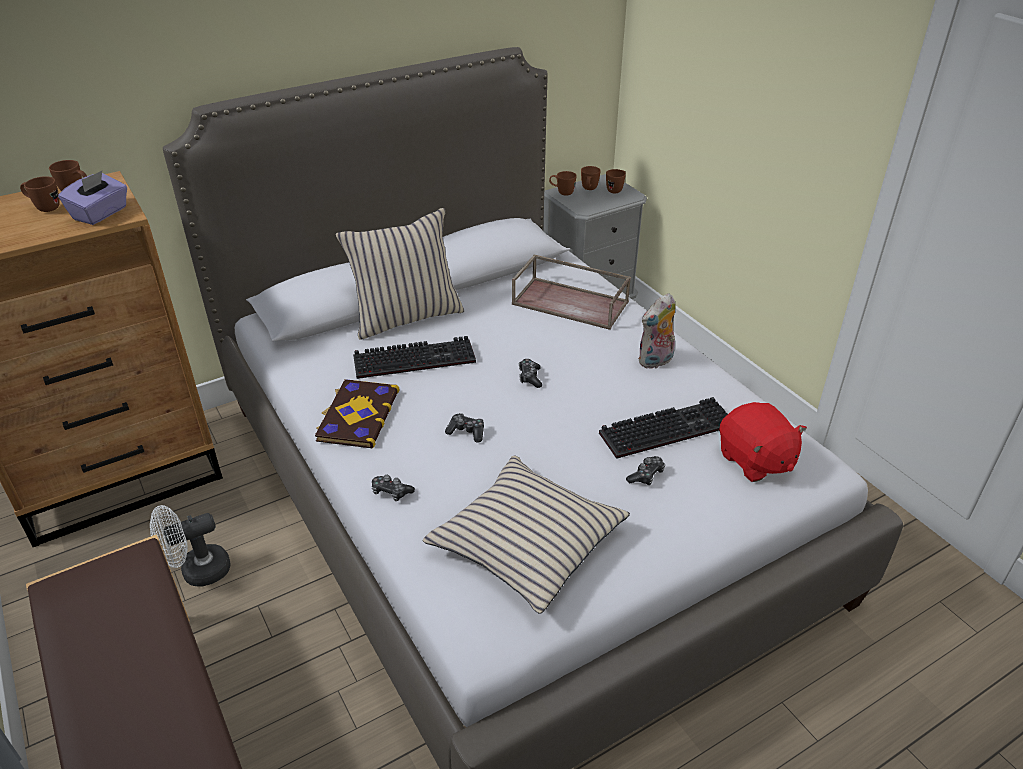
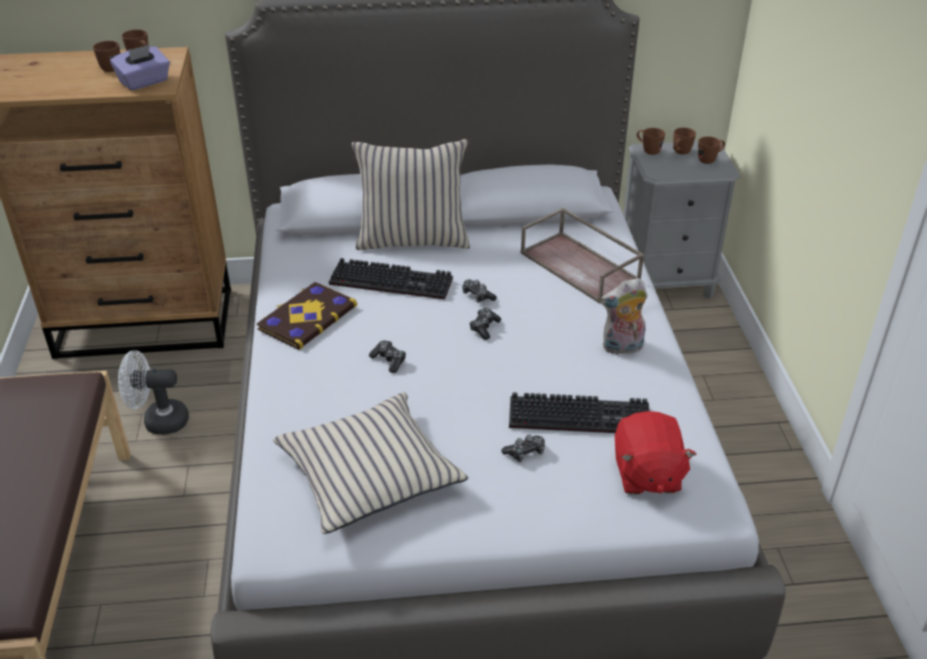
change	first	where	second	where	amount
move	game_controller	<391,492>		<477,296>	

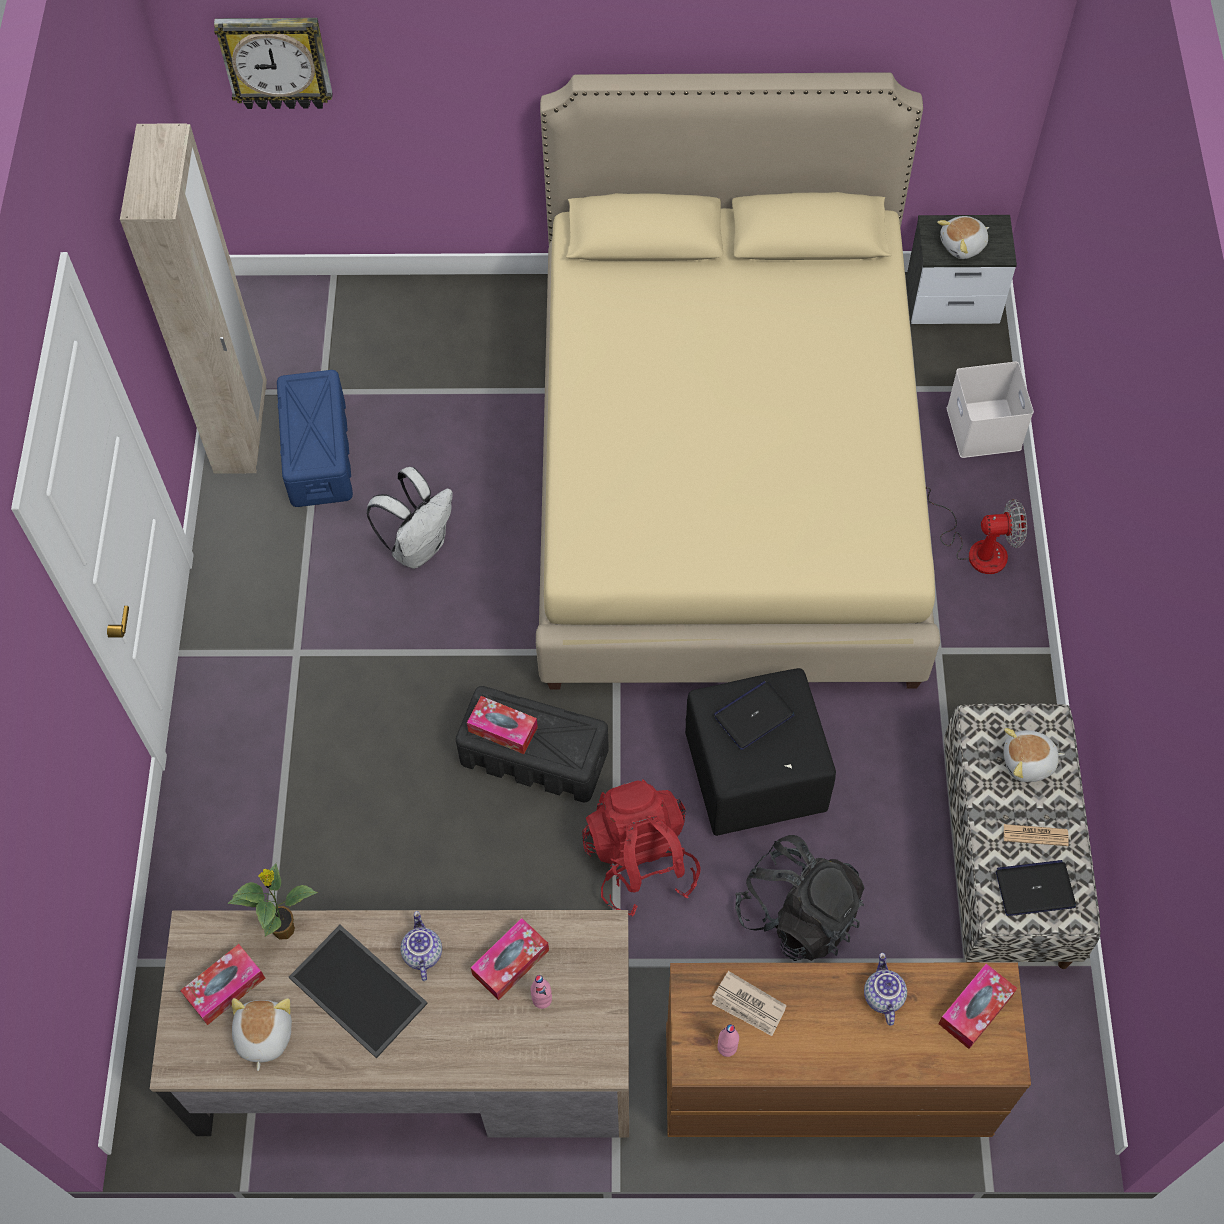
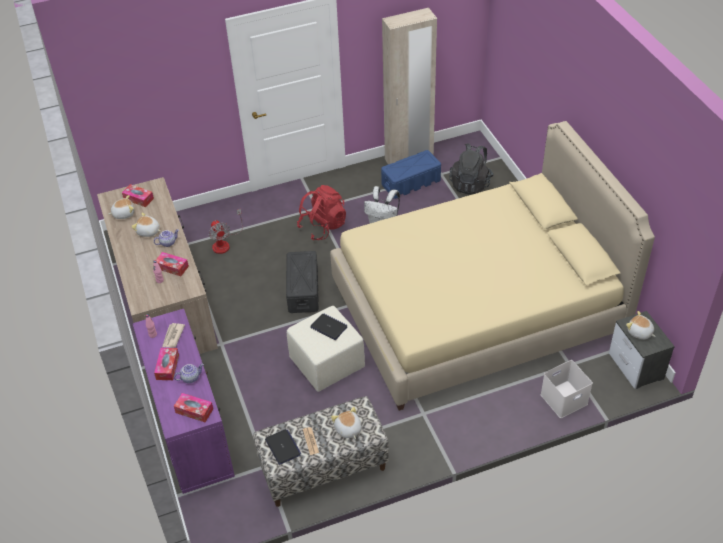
change	first	where	second	where	amount
delete	wall_clock	<276,61>			
delete	potted_plant	<285,928>			
replace	tray	<360,990>	plush_toy	<148,231>	
move	tissue_box	<503,729>		<167,367>	
move	red_backpack	<640,861>		<323,226>	
recolor	brown_dresser	<823,1082>	purple_dresser	<191,427>	
recolor	black_ottoman	<756,775>	beige_ottoman	<326,364>	
move	black_backpack	<798,913>		<470,184>	
move	fan	<976,548>		<224,243>	

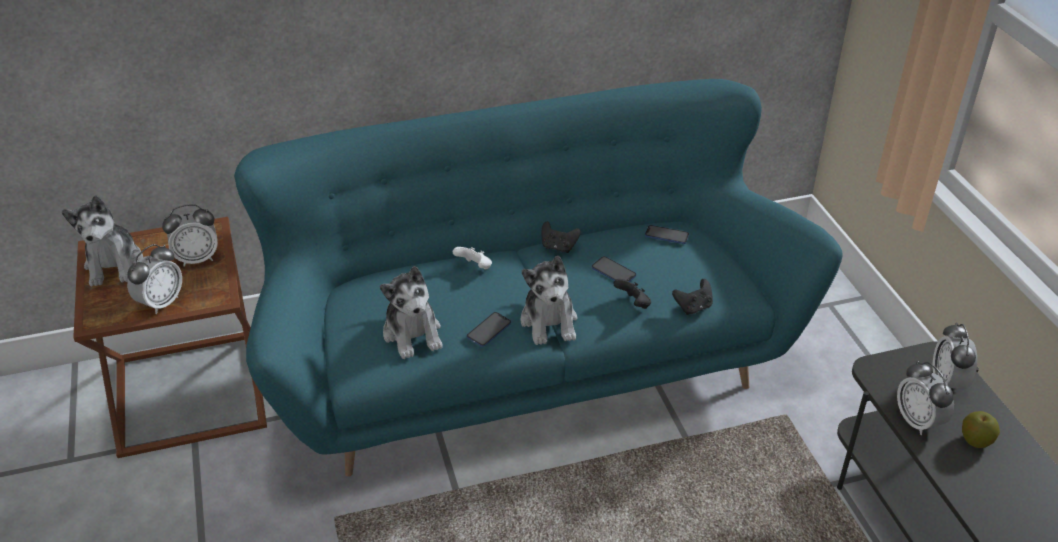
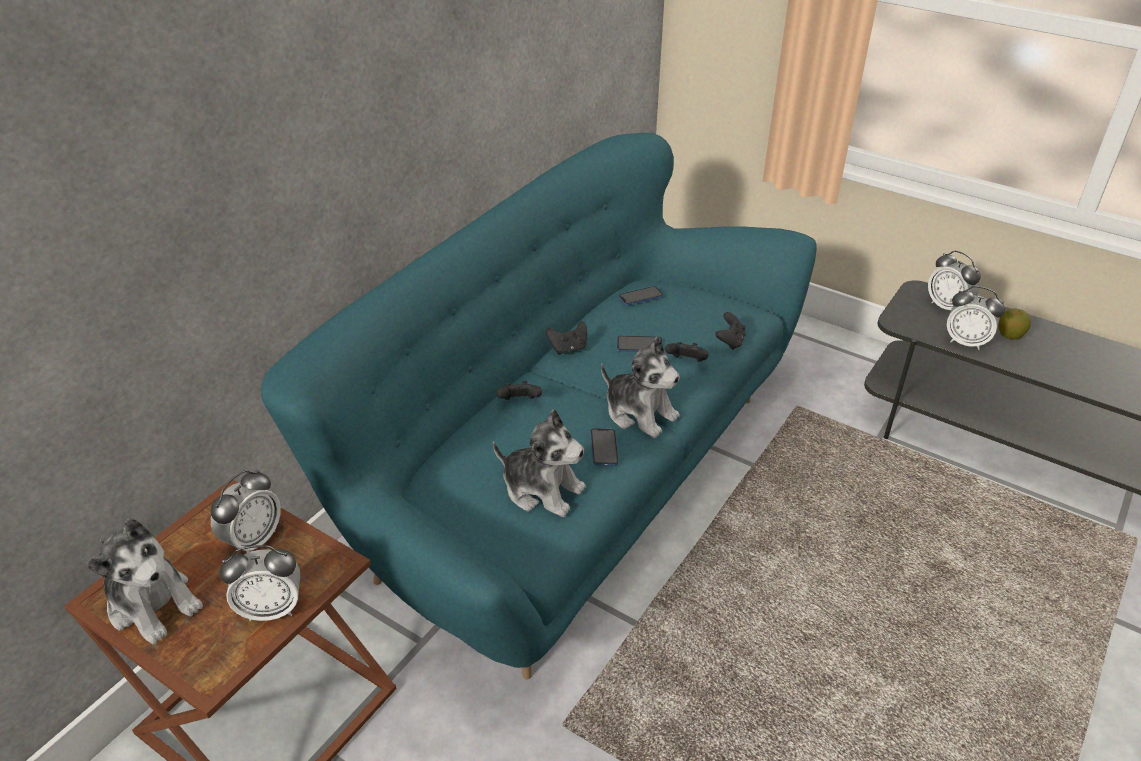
change	first	where	second	where	amount
rotate	alarm_clock	<161,303>		<271,609>	90 degrees clockwise
recolor	white_game_controller	<474,267>	black_game_controller	<519,402>	

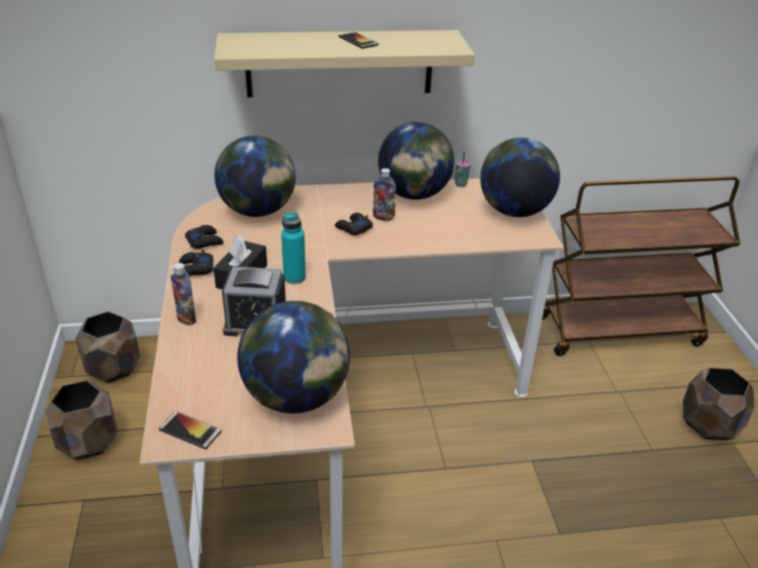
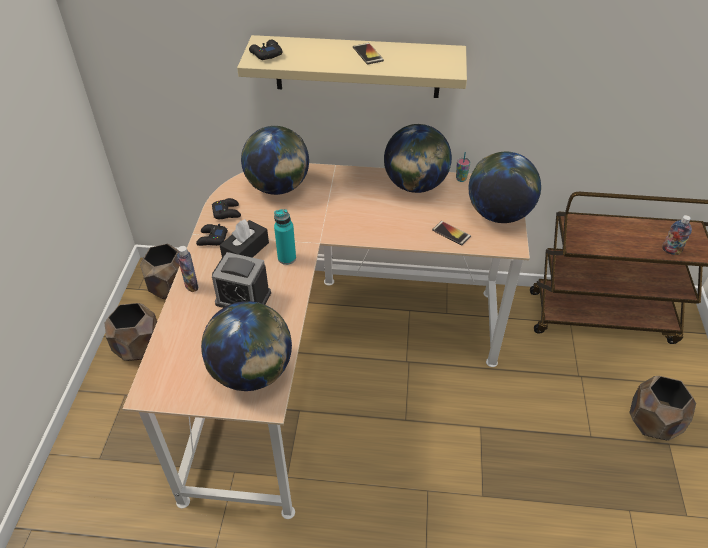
change	first	where	second	where	amount
move	phone	<190,430>		<451,233>	
move	black_game_controller	<353,228>		<266,54>	
move	bottle	<383,217>		<671,251>	

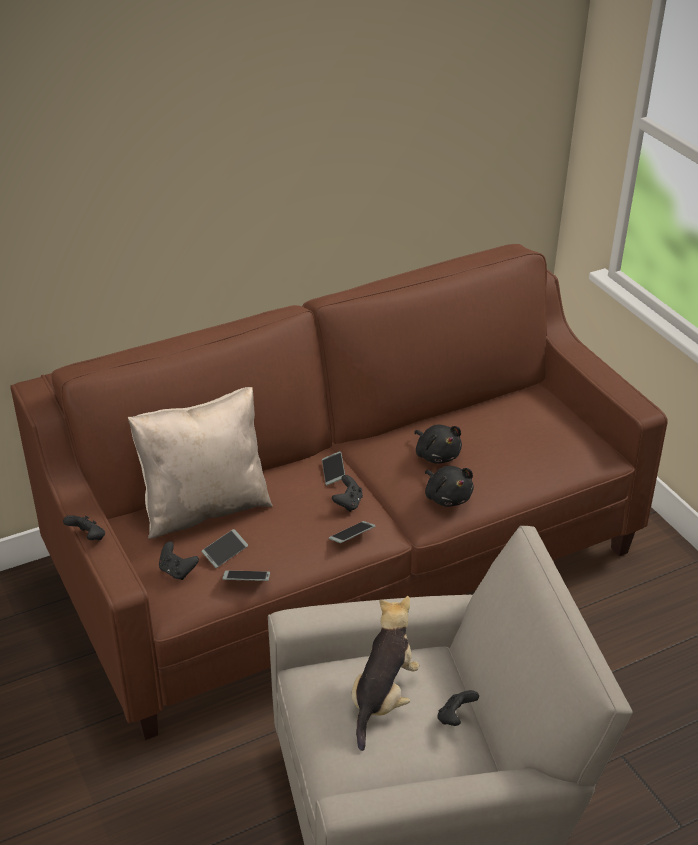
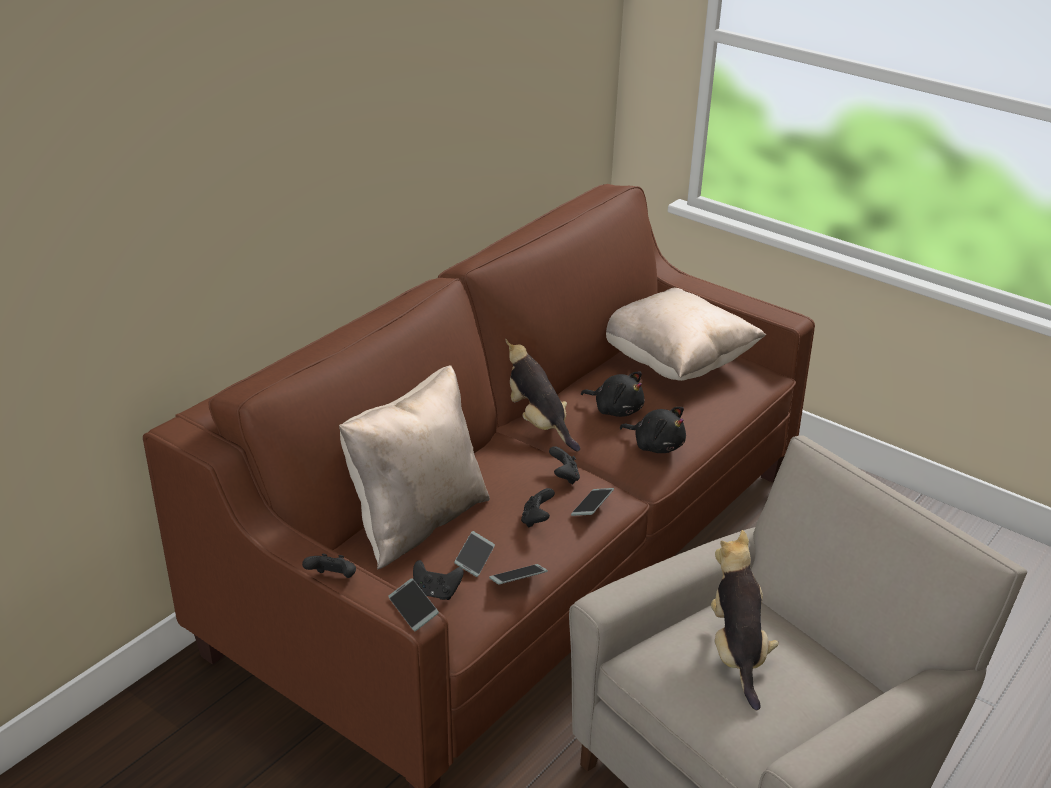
change	first	where	second	where	amount
move	phone	<333,472>		<413,609>	
move	black_game_controller	<455,717>		<536,520>	
insert			plush_toy	<536,423>	
insert			beige_pillow	<673,362>	

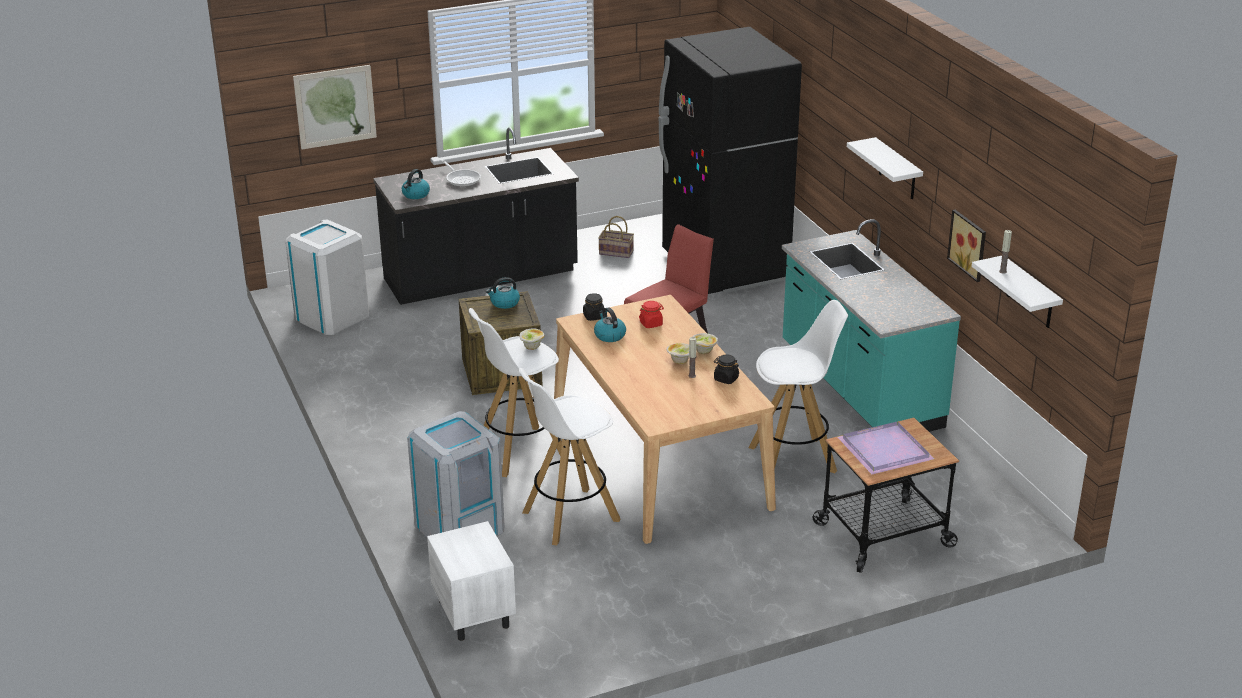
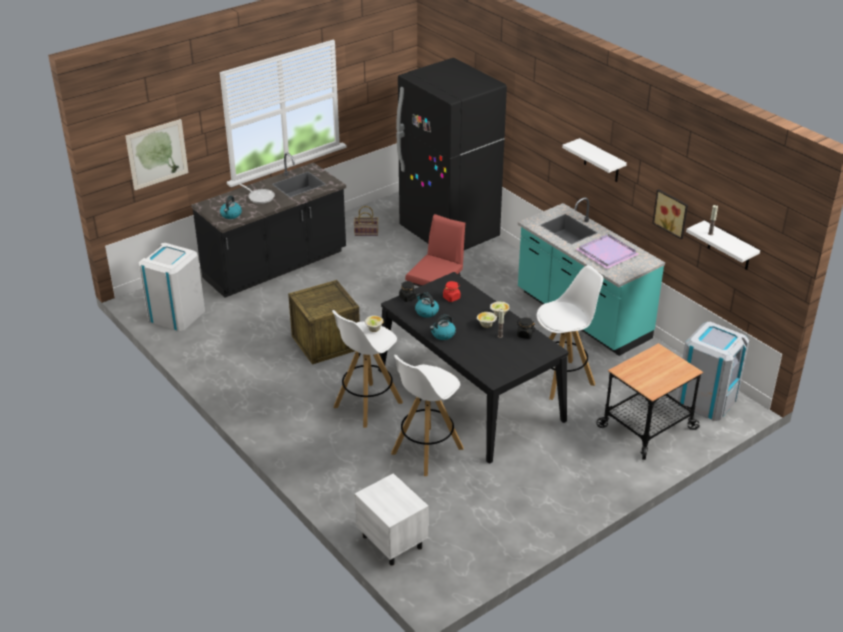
change	first	where	second	where	amount
move	grey_trash_can	<459,526>		<706,400>	
move	kettle	<504,303>		<442,334>	
recolor	beige_dining_table	<659,459>	black_dining_table	<470,394>	
move	purple_tray	<887,451>		<608,253>	

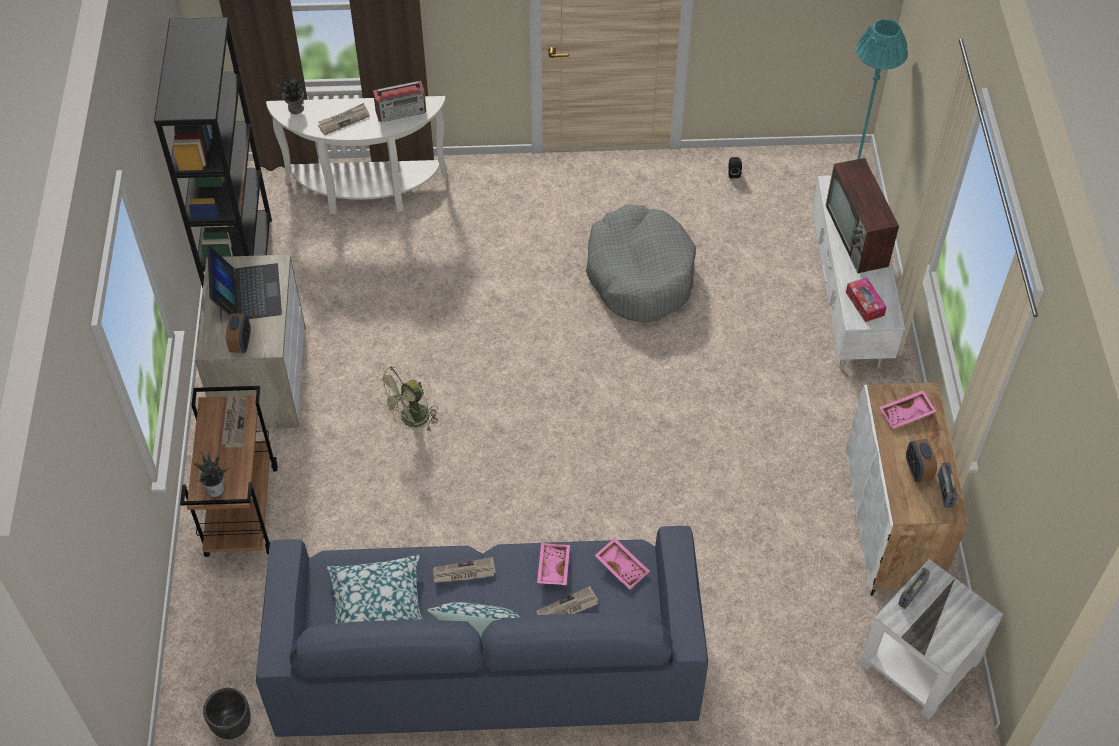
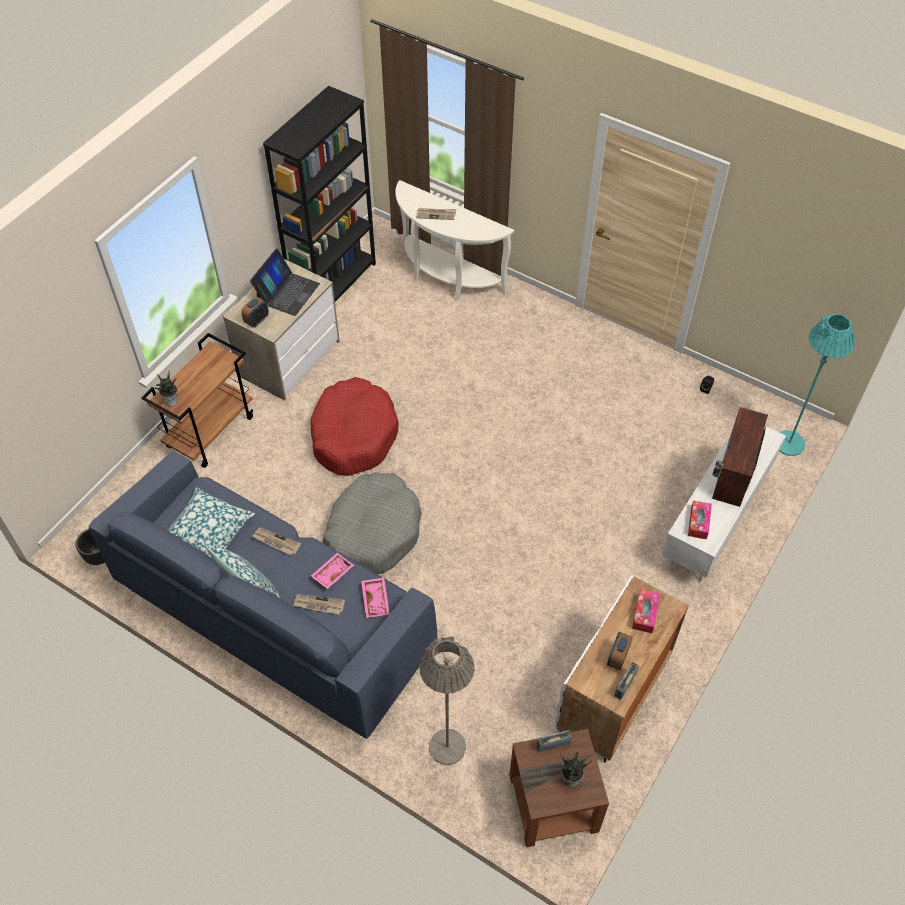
change	first	where	second	where	amount
delete	newspaper	<234,422>			
move	potted_plant	<295,108>		<570,779>	
delete	radio	<401,111>			
replace	green_fan	<411,421>	red_dog_bed	<353,435>	
move	grey_dog_bed	<640,274>		<373,532>	
recolor	white_side_table	<920,664>	brown_side_table	<552,804>	
replace	pink_tray	<907,414>	tissue_box	<645,614>	
insert			grey_floor_lamp	<447,747>	

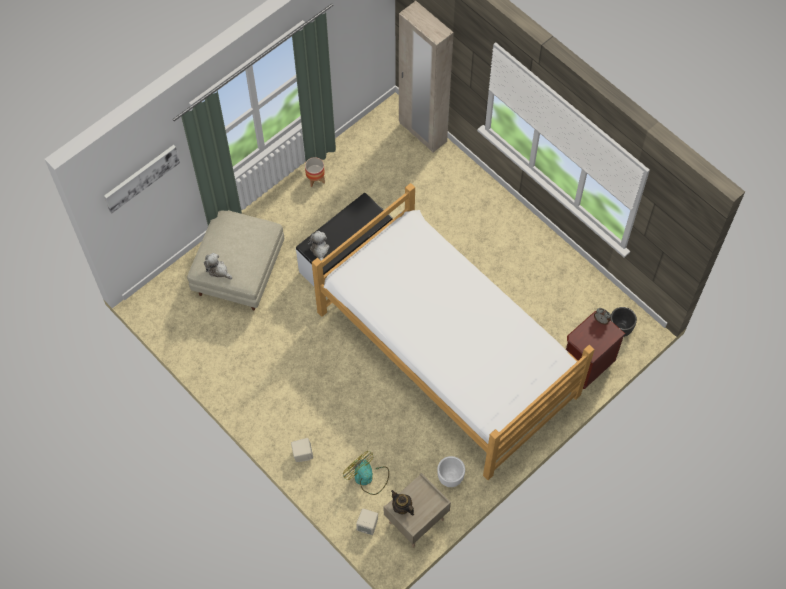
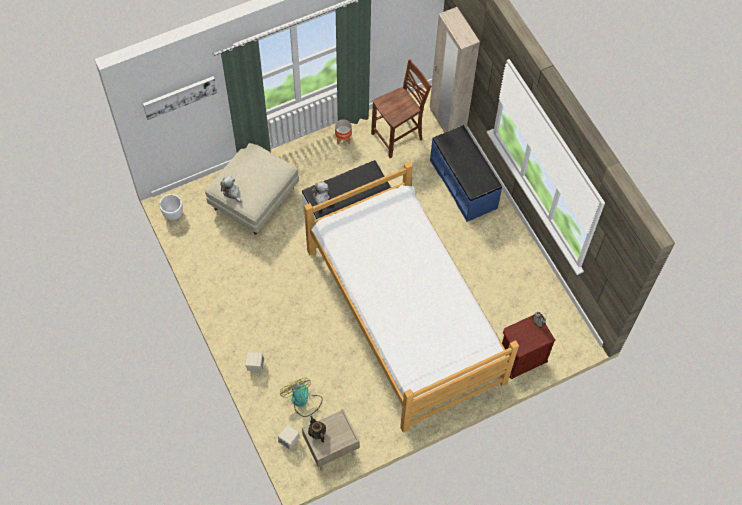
change	first	where	second	where	amount
move	white_planter	<450,477>		<173,213>	
delete	black_planter	<620,328>			
insert			brown_chair	<398,137>	
insert			blue_bench	<464,184>	

